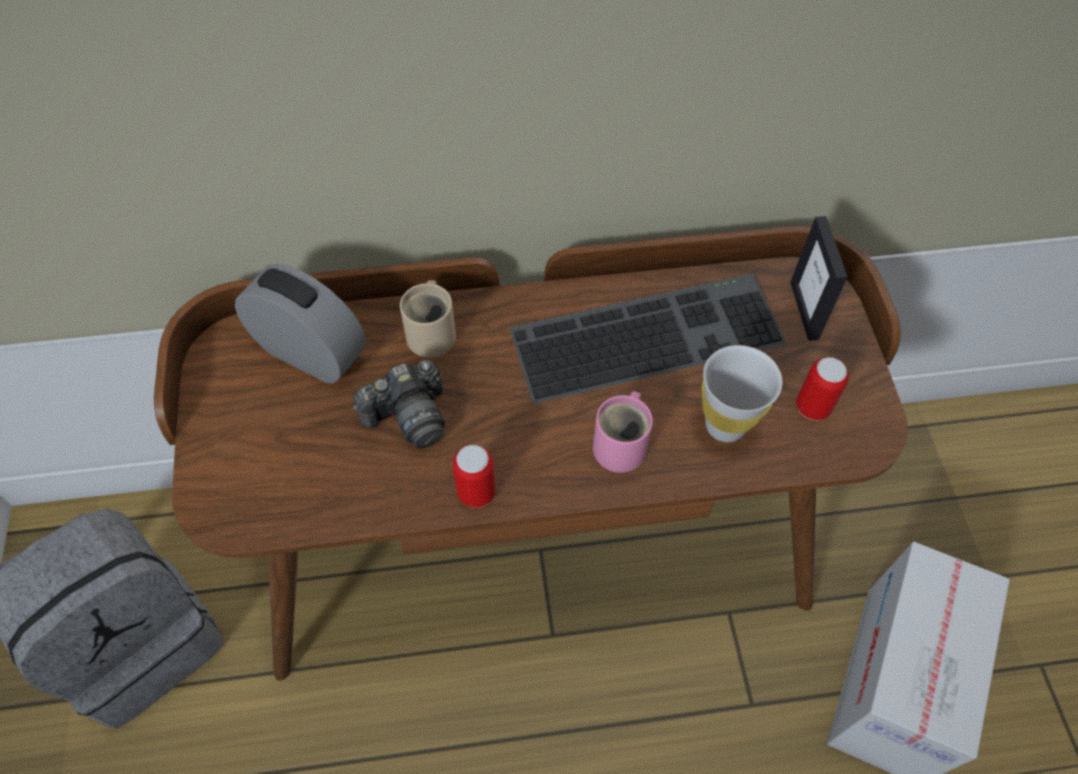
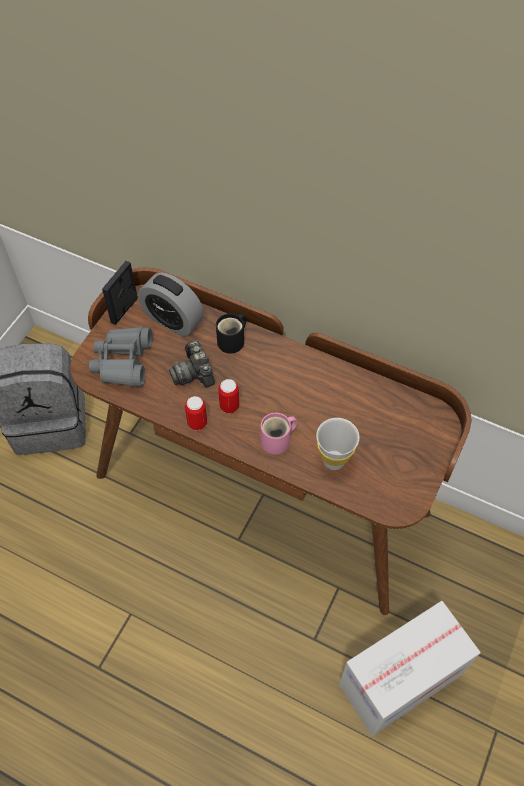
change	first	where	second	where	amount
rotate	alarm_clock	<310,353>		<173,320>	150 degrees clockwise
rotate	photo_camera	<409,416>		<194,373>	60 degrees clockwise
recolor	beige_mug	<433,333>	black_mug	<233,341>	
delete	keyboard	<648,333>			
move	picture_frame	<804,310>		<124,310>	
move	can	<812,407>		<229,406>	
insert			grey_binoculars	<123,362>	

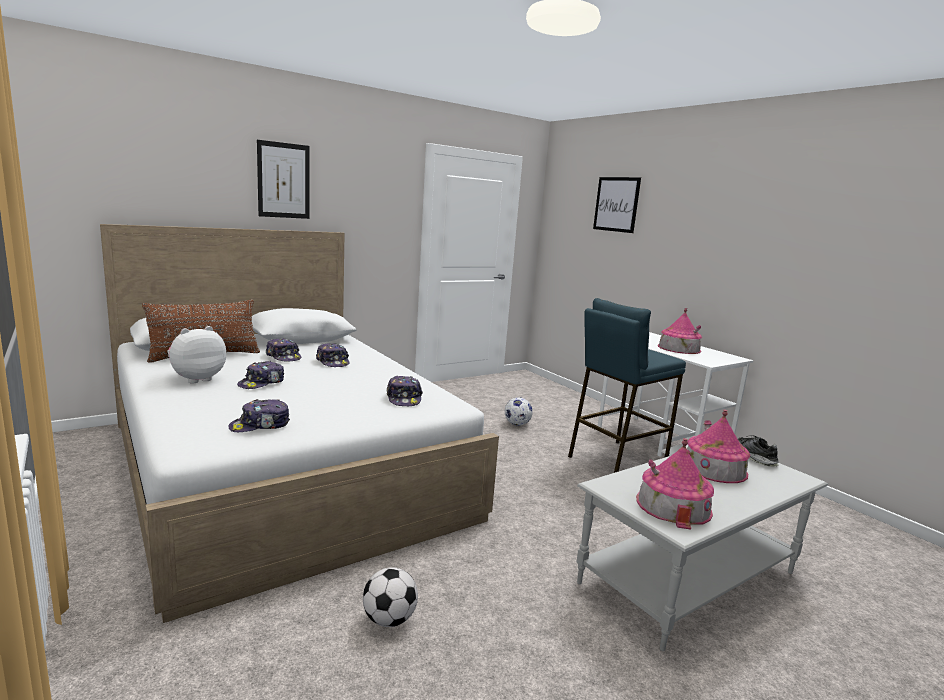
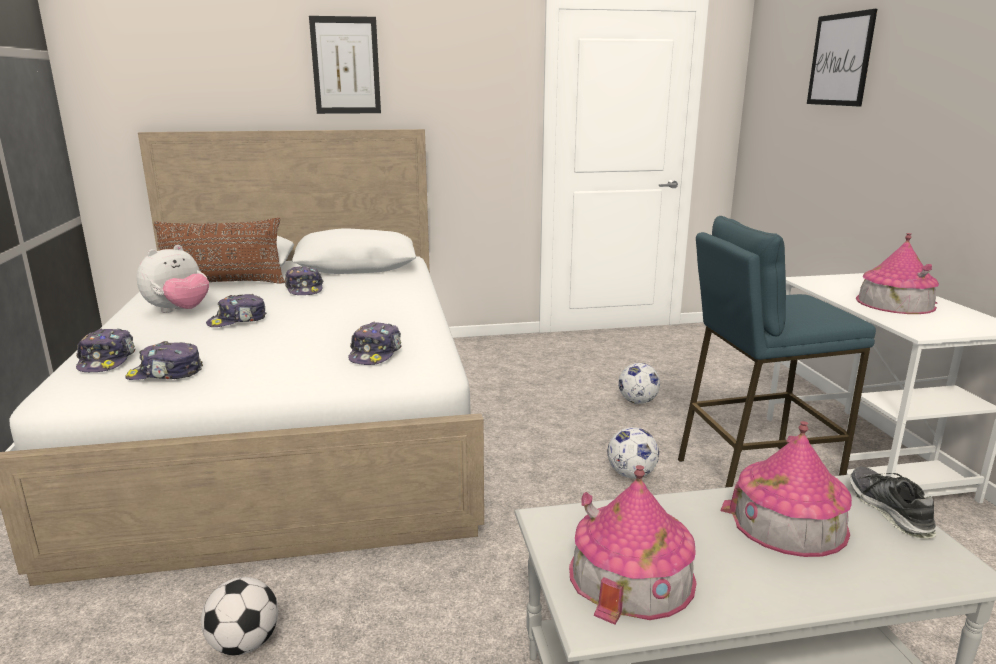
change	first	where	second	where	amount
rotate	plush_toy	<197,379>		<179,311>	150 degrees clockwise
move	cap	<333,362>		<107,361>	
insert			football	<631,474>	

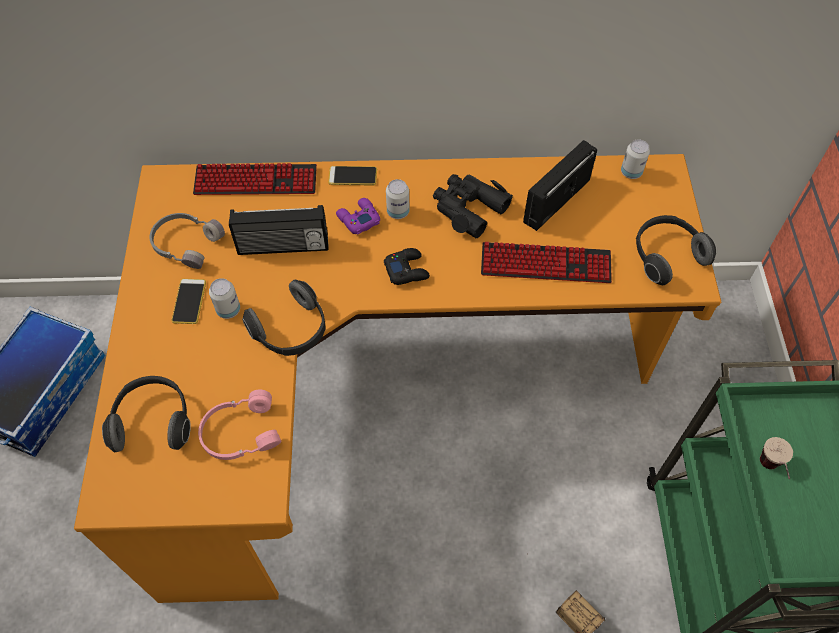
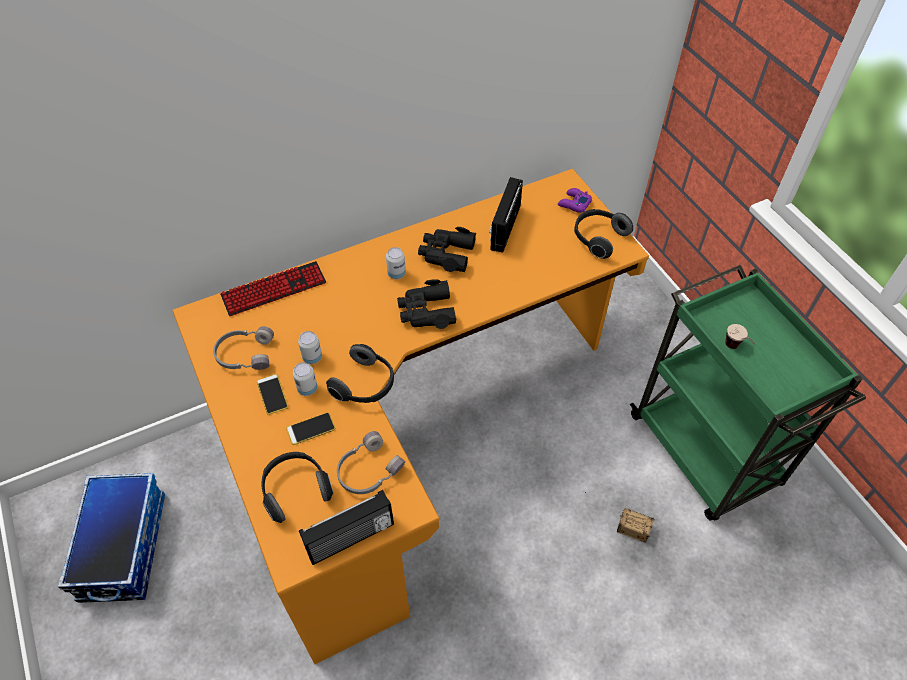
change	first	where	second	where	amount
recolor	pink_headphones	<240,432>	grey_headphones	<367,470>	
move	radio	<283,247>		<351,539>	
move	phone	<352,176>		<311,429>	
move	purple_game_controller	<358,219>		<574,204>	
replace	black_game_controller	<407,270>	black_binoculars	<426,311>	
delete	keyboard	<545,264>			
move	can	<631,172>		<312,357>	

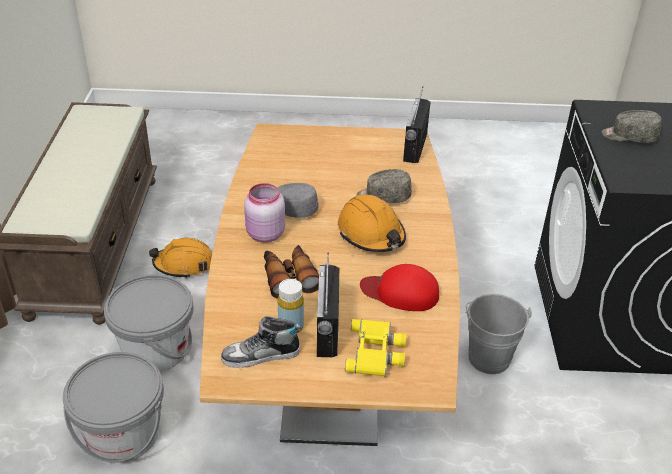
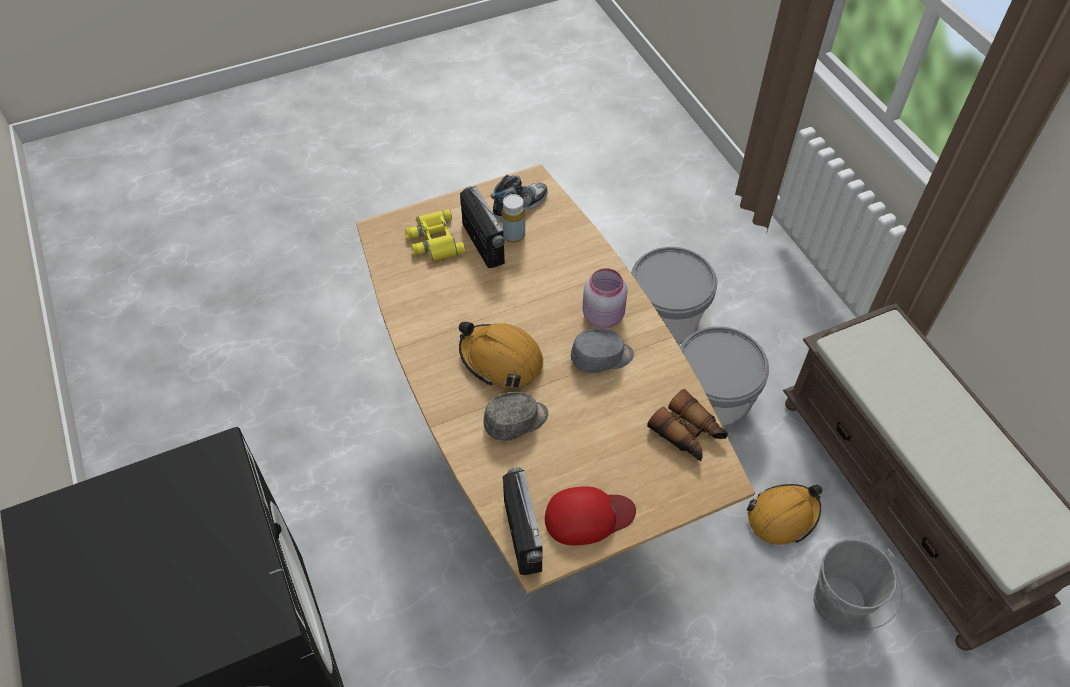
change	first	where	second	where	amount
move	binoculars	<289,277>		<688,434>	
move	red_cap	<400,292>		<588,517>	
move	grey_bucket	<488,355>		<842,608>	
delete	grey_cap	<629,136>			

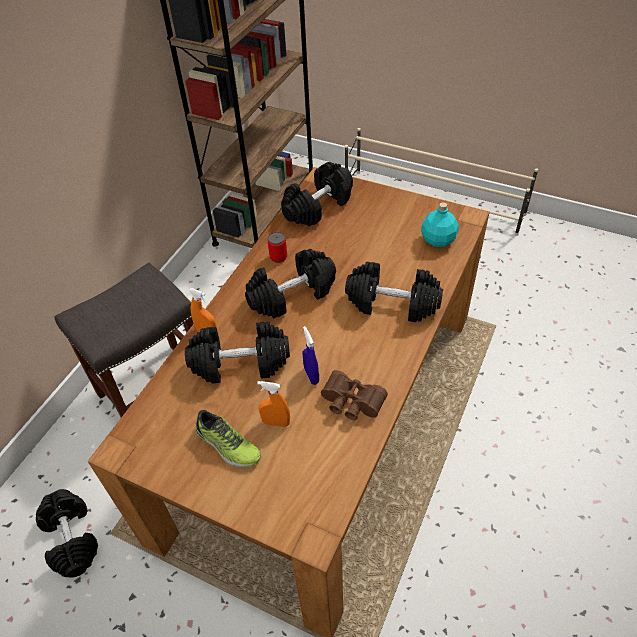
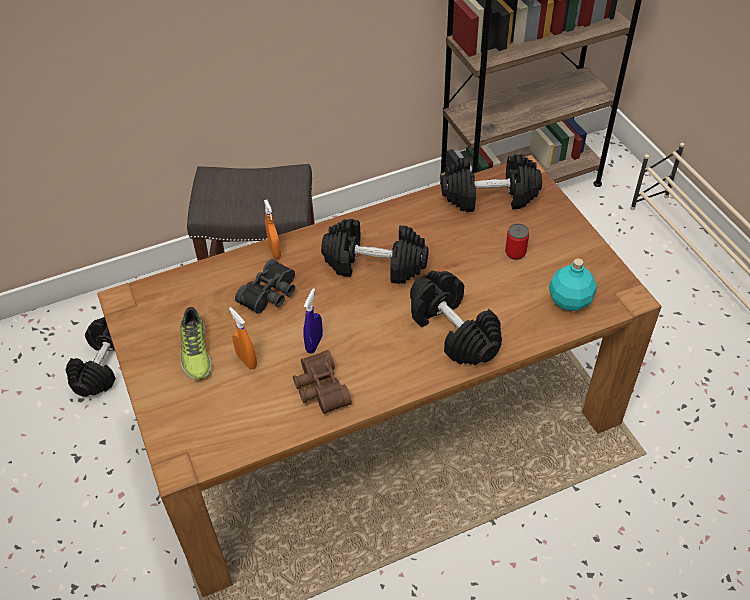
change	first	where	second	where	amount
replace	black_dumbbell	<240,364>	black_binoculars	<271,295>	
move	can	<278,257>		<515,253>	

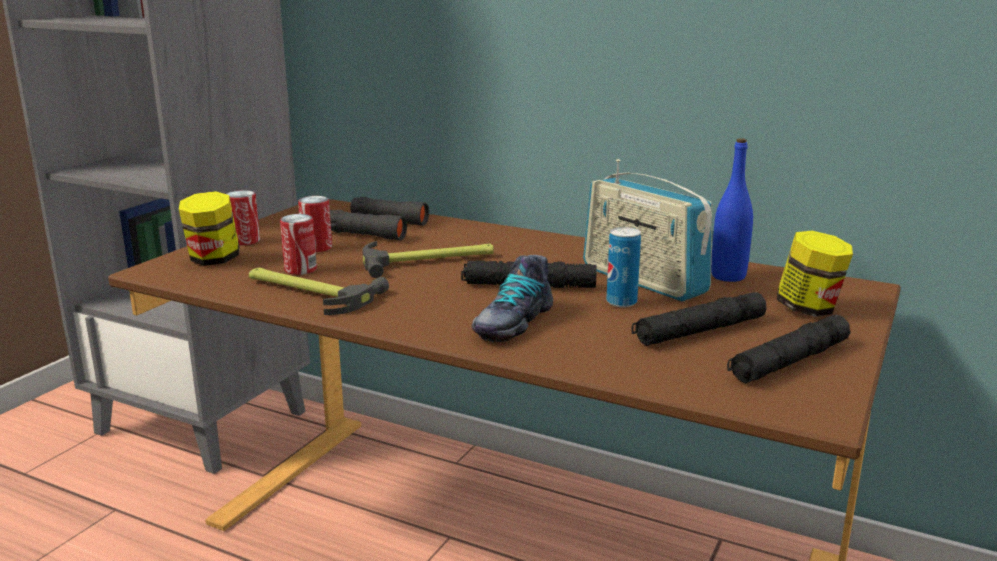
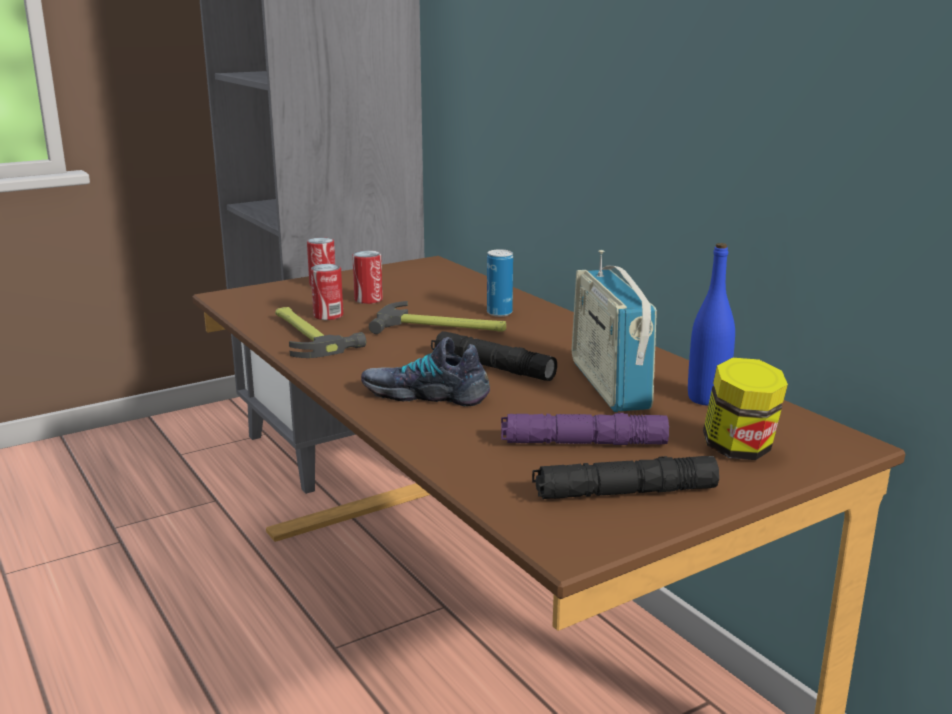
change	first	where	second	where	amount
delete	jar	<213,260>			
delete	black_binoculars	<378,228>			
rotate	shoe	<512,321>		<426,394>	45 degrees clockwise
move	can	<621,302>		<499,313>	
recolor	black_flashlight	<699,331>	purple_flashlight	<583,443>	

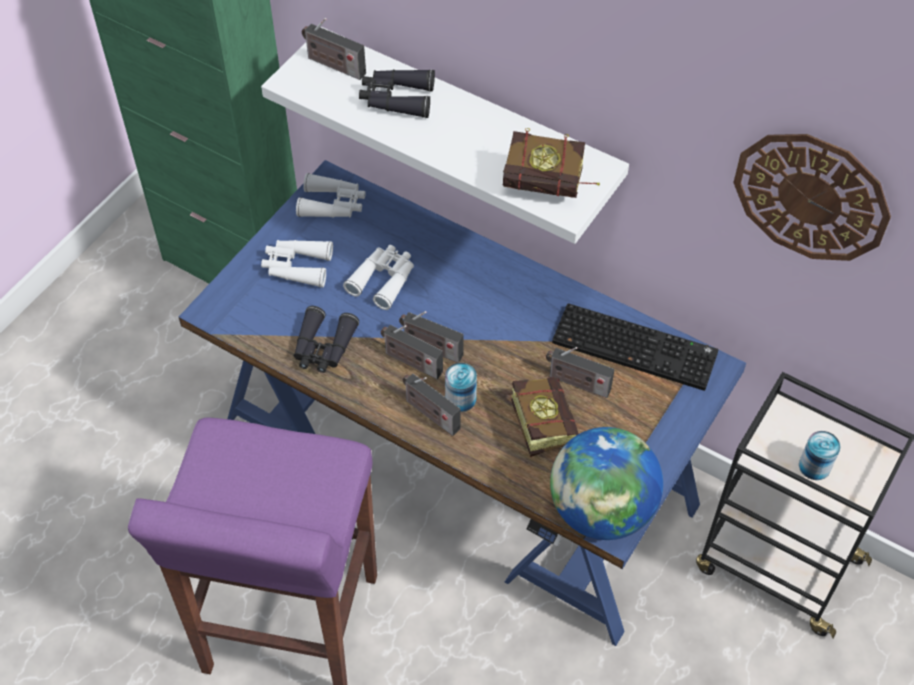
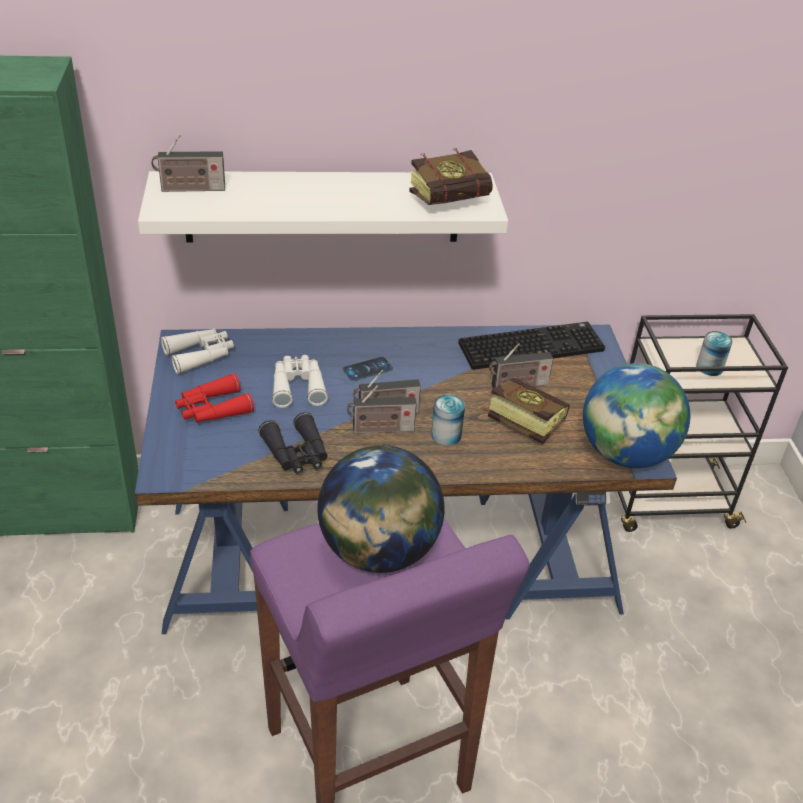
change	first	where	second	where	amount
recolor	white_binoculars	<297,267>	red_binoculars	<212,409>	
delete	black_binoculars	<396,99>			
delete	radio	<430,413>			
delete	wall_clock	<811,196>			
insert			globe	<378,551>	
insert			phone	<367,369>	

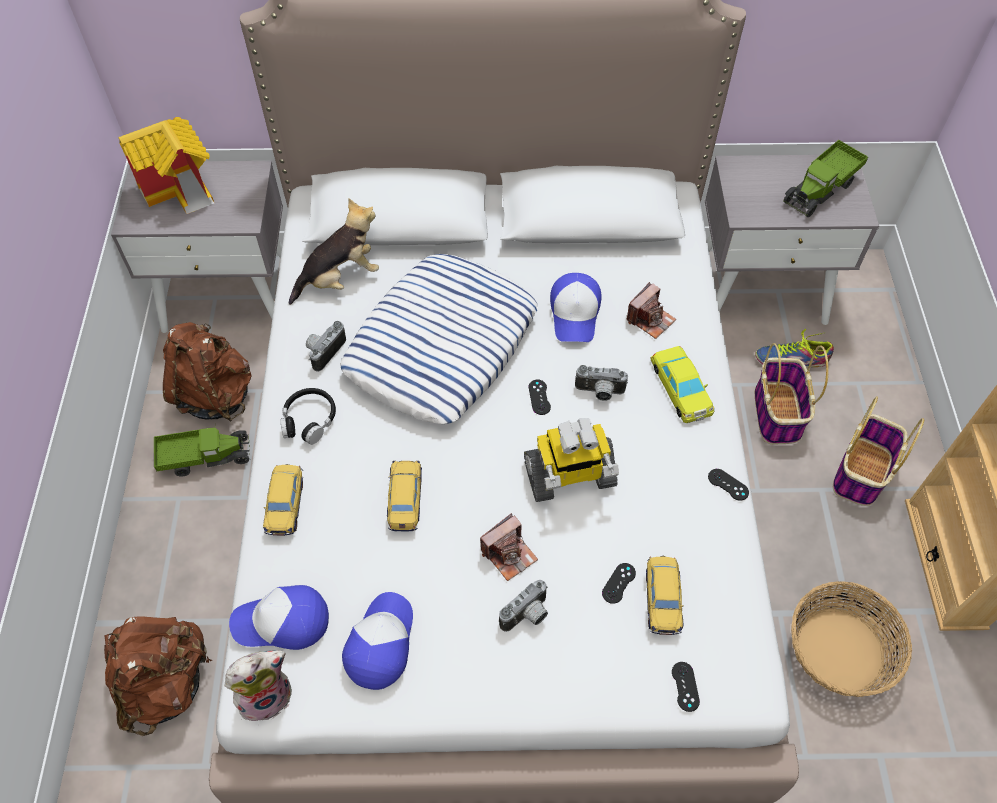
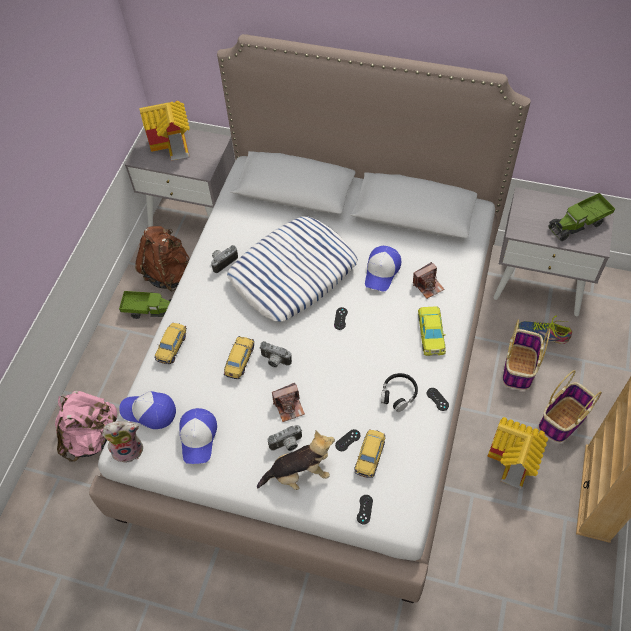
change	first	where	second	where	amount
recolor	brown_backpack	<167,683>	pink_backpack	<92,436>	
move	black_headphones	<309,420>		<398,394>	
move	plush_toy	<340,278>		<299,473>	
rotate	cap	<380,643>		<198,437>	150 degrees clockwise
delete	toy_robot	<569,476>			
move	photo_camera	<599,393>		<274,361>	
delete	basket	<839,651>			
insert			toy_house	<514,462>	

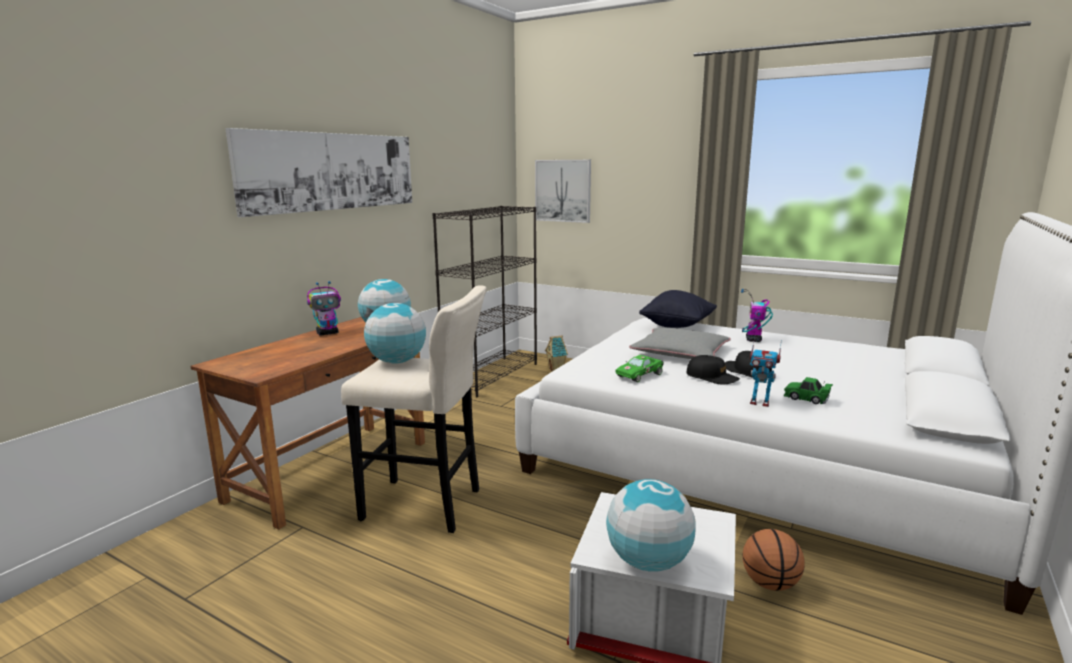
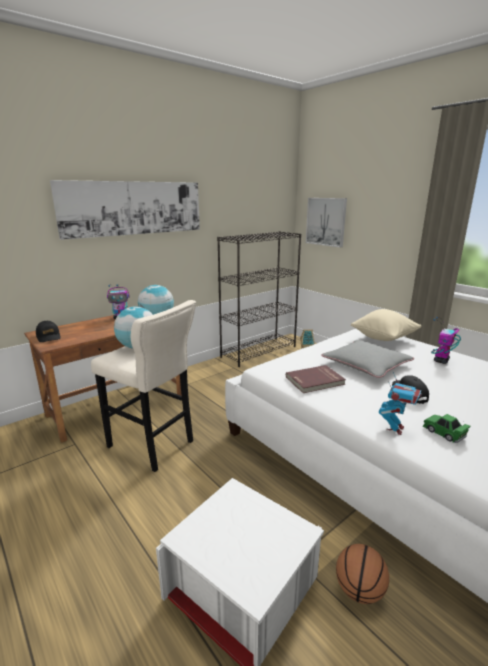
change	first	where	second	where	amount
delete	globe	<648,562>			
replace	green_toy_car	<640,375>	red_book	<315,381>	
recolor	black_pillow	<677,326>	beige_pillow	<384,338>	
move	black_cap	<712,377>		<48,337>	
rotate	toy_robot	<760,402>		<395,428>	105 degrees counterclockwise

